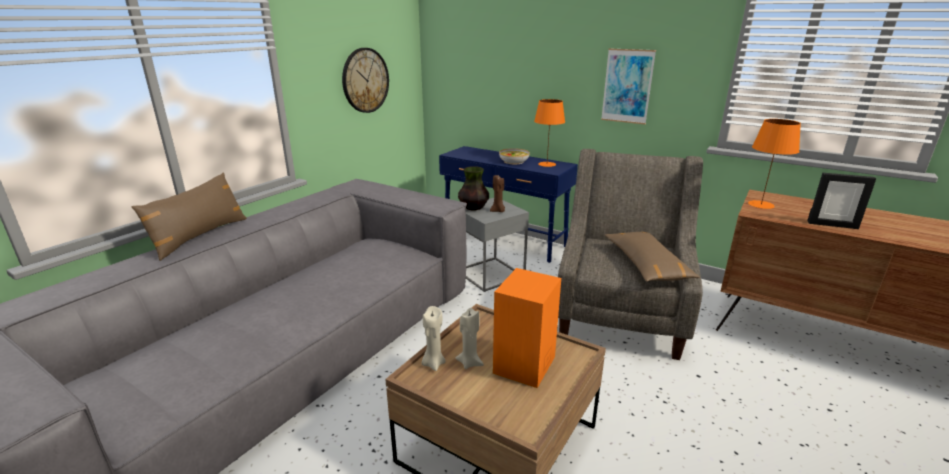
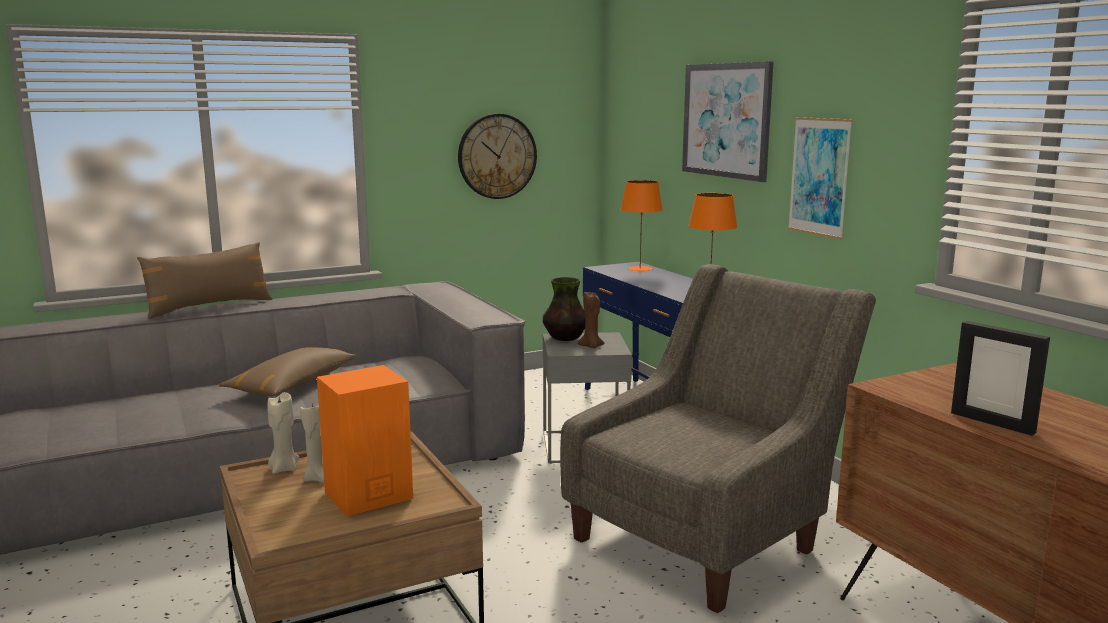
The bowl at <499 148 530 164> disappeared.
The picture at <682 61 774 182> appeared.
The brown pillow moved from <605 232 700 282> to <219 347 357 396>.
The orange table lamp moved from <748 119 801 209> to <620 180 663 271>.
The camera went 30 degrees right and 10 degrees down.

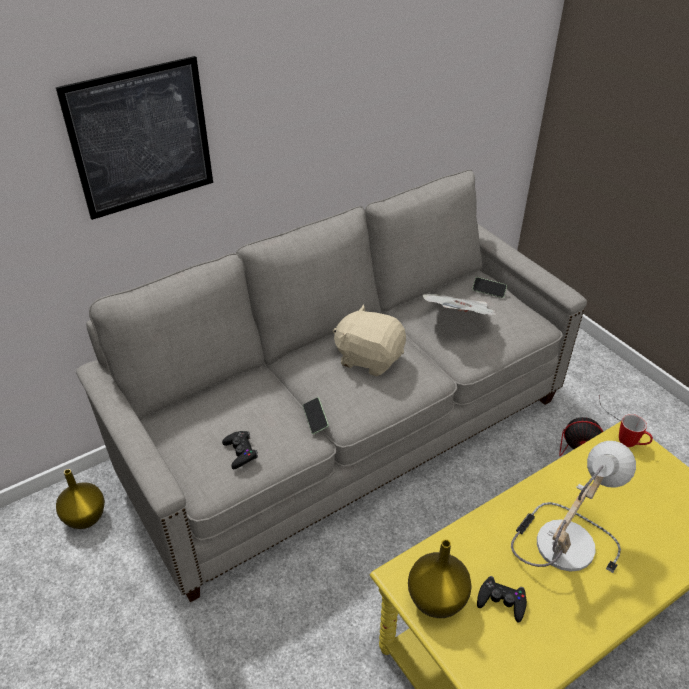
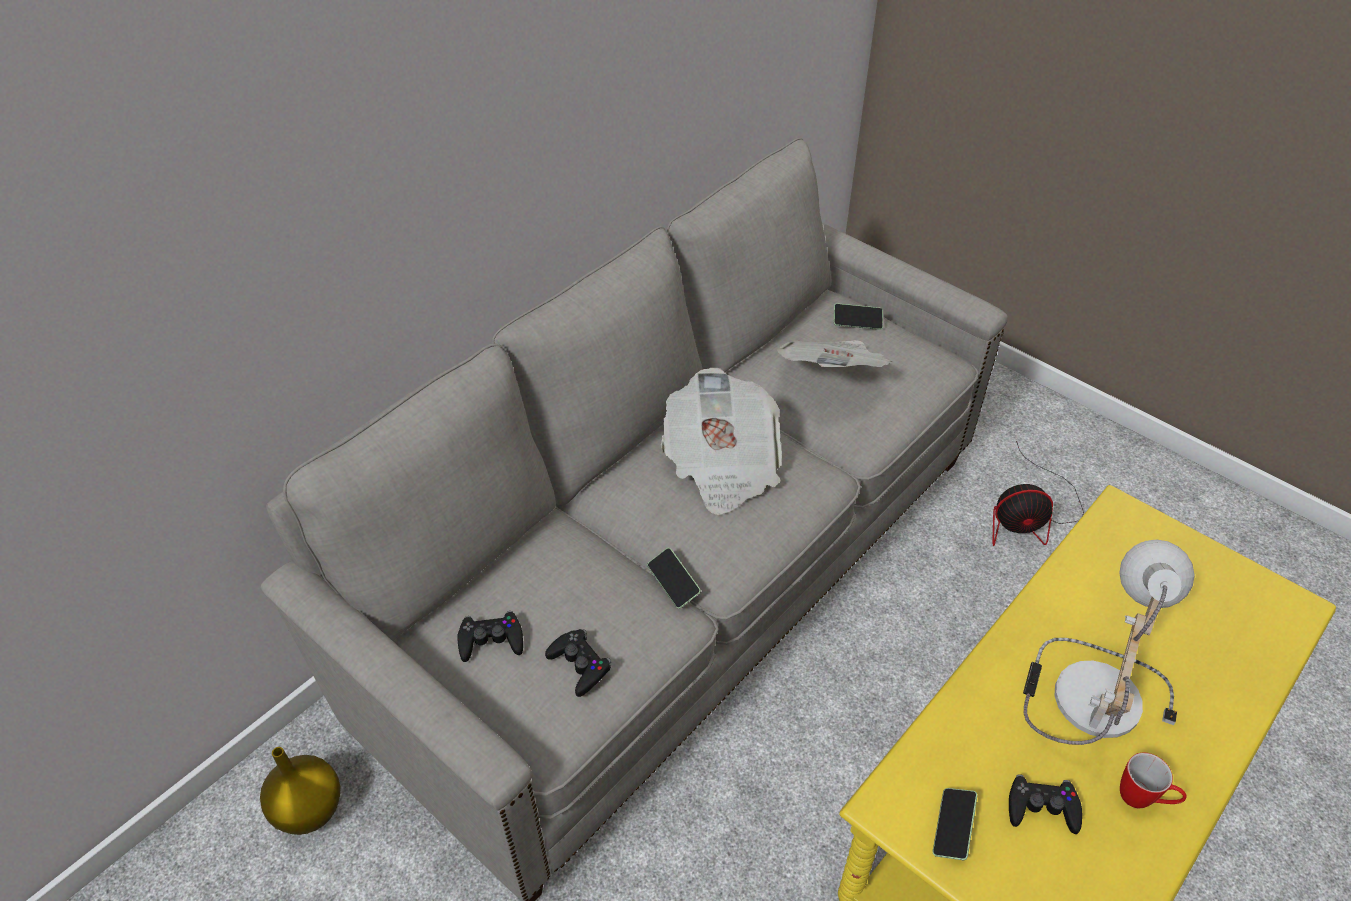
The picture at <56 56 213 220> disappeared.
The black game controller at <458 611 523 662> appeared.
The mug moved from <619 414 653 447> to <1120 753 1186 808>.
The beige plush toy at <333 304 406 376> was replaced by the newspaper at <661 368 782 515>.
The yellow vase at <408 539 472 618> was replaced by the phone at <933 788 977 860>.
The camera went 15 degrees left and 5 degrees up.

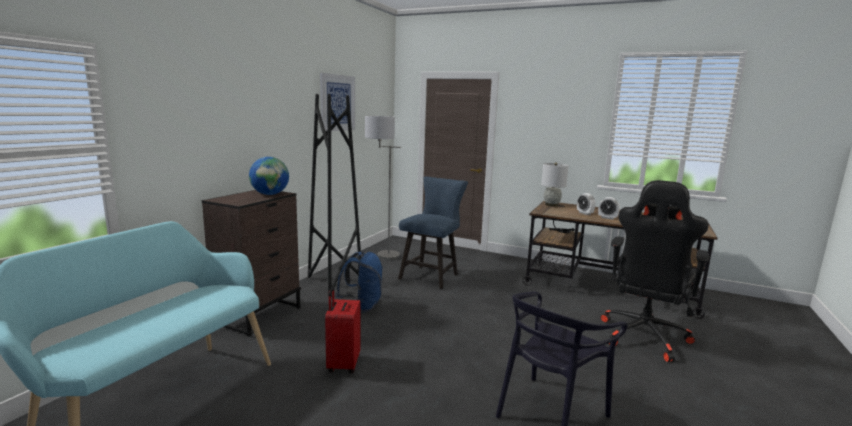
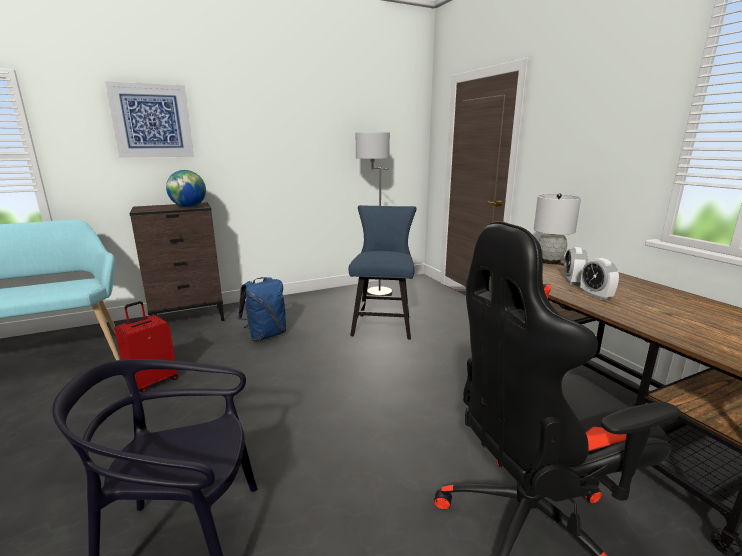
The black clothes rack at <308 94 361 295> disappeared.
The picture moved from <320 73 355 132> to <105 81 194 158>.
The blue chair at <398 176 468 289> turned 60 degrees counterclockwise.
The camera went 40 degrees right and 5 degrees up.

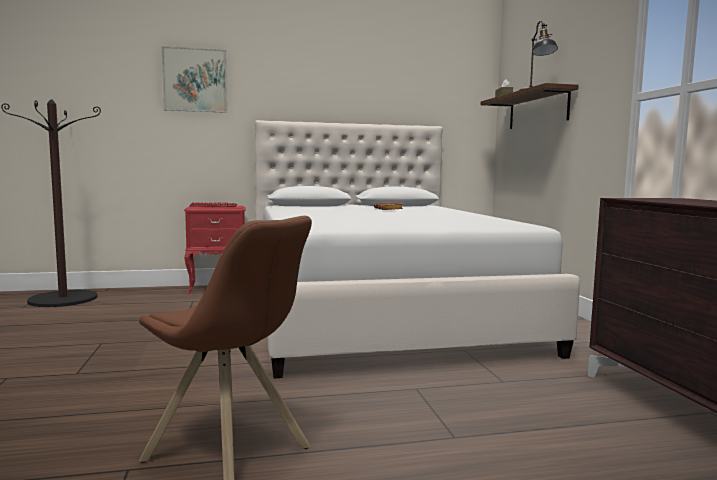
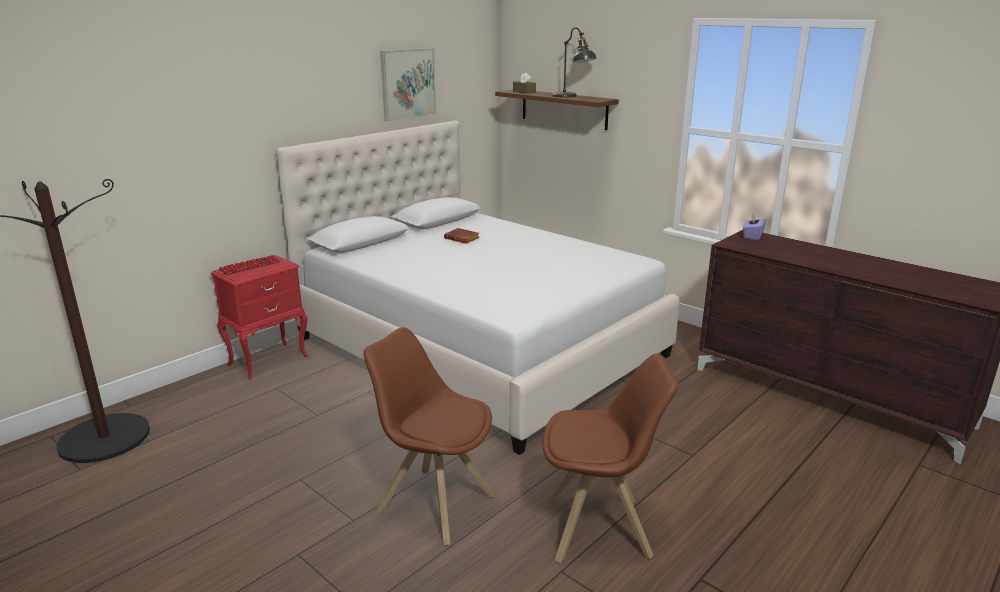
The brown chair at <363 327 495 546> appeared.
The purple tissue box at <743 214 766 240> appeared.
The picture moved from <162 46 227 113> to <380 48 436 121>.
The camera went 35 degrees left and 15 degrees up.

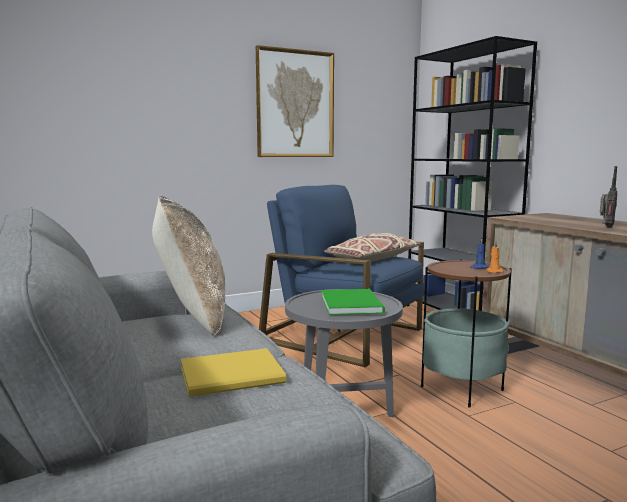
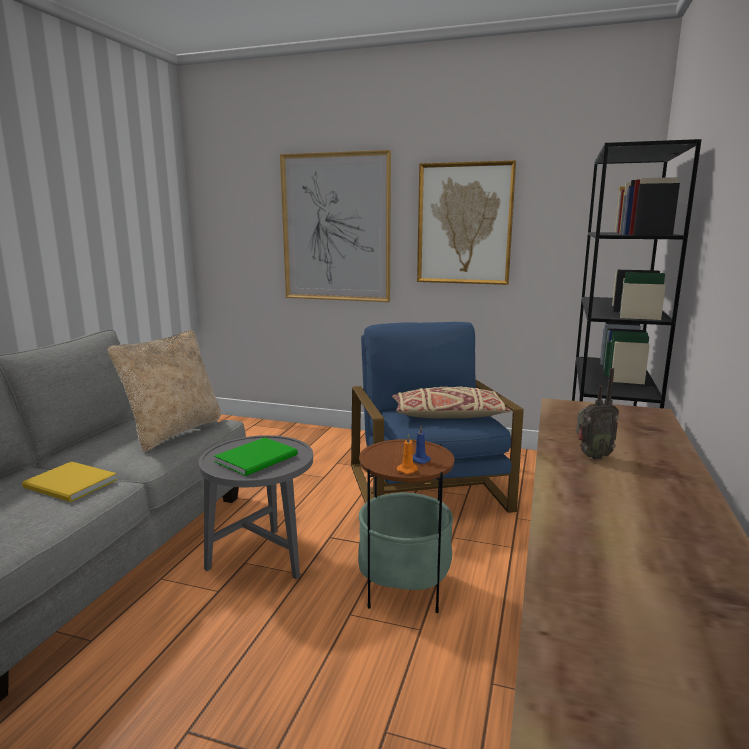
The picture at <280 150 391 302> appeared.
The camera went 45 degrees right and 5 degrees up.

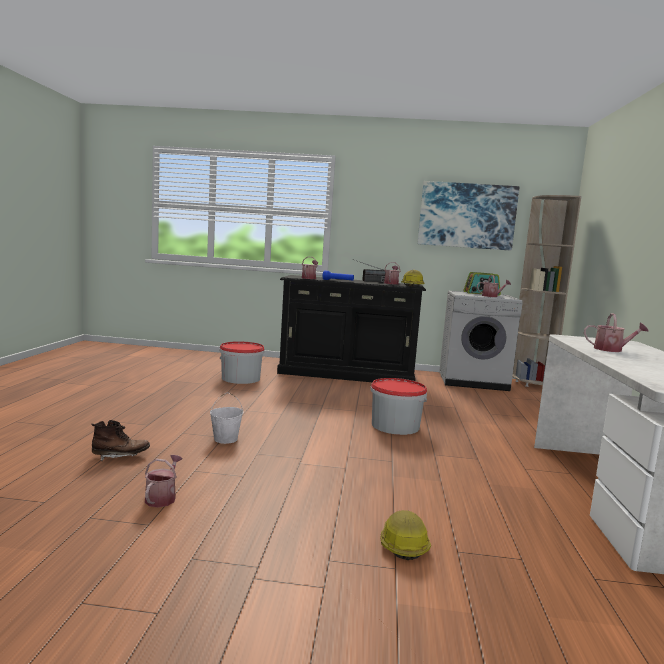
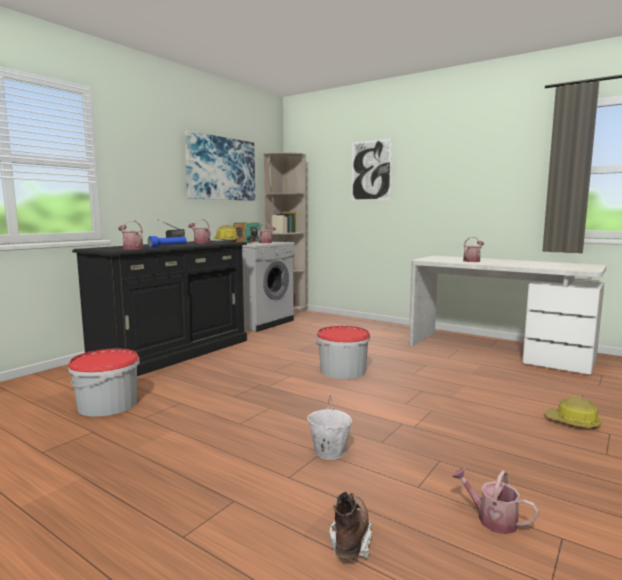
The picture at <352 138 392 201> appeared.
The camera went 60 degrees left and 0 degrees up.

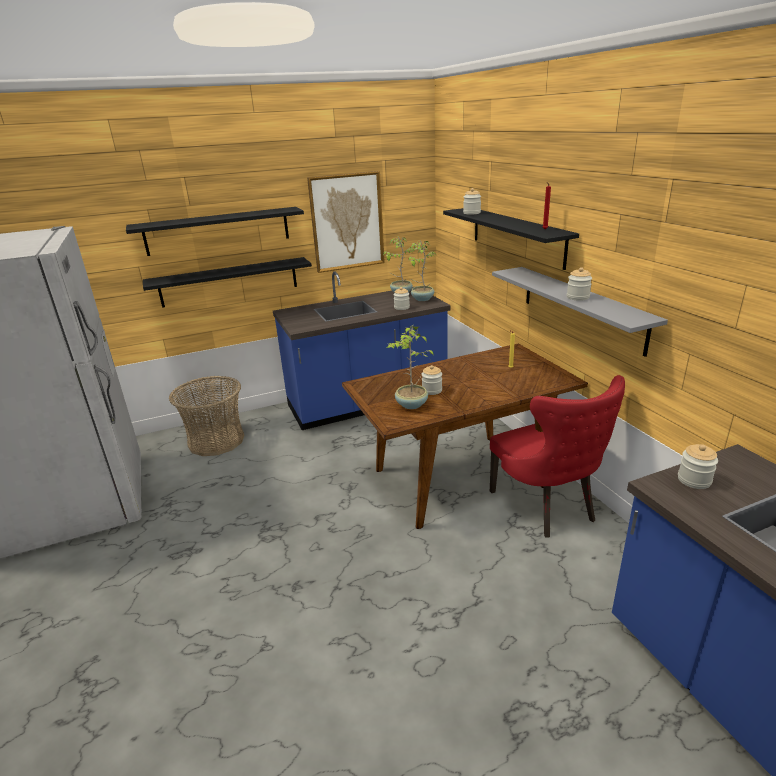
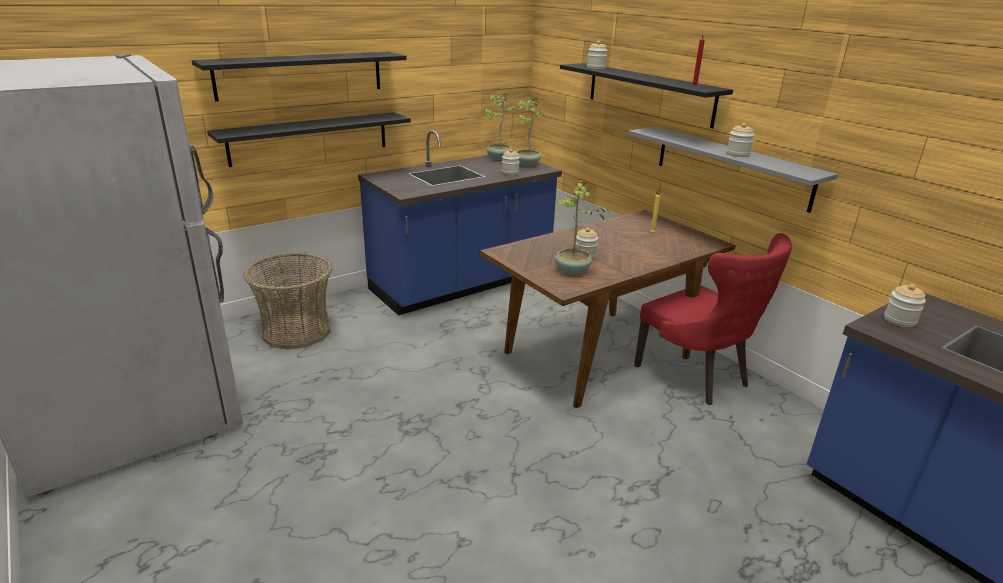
The picture at <307 171 385 273> disappeared.
The camera went 15 degrees left and 0 degrees up.

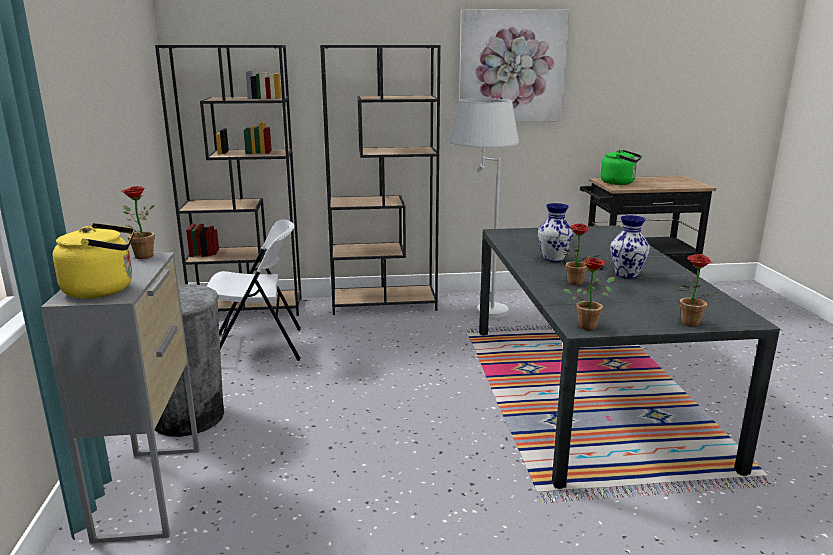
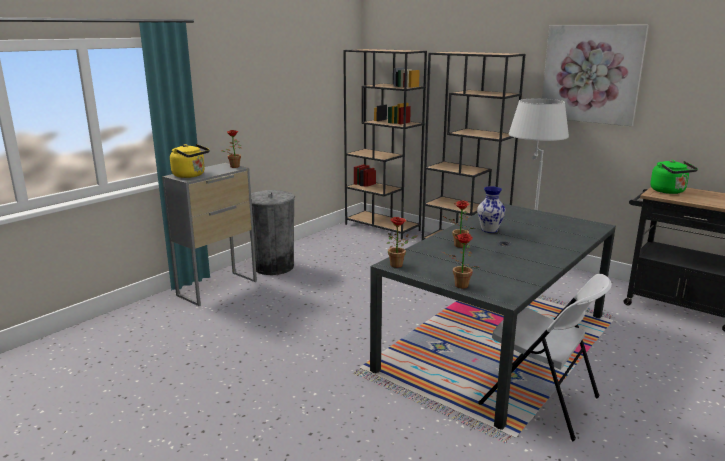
The vase at <610 215 650 278> disappeared.
The white chair moved from <207 219 301 361> to <478 274 612 441>.
The camera went 45 degrees right and 0 degrees up.

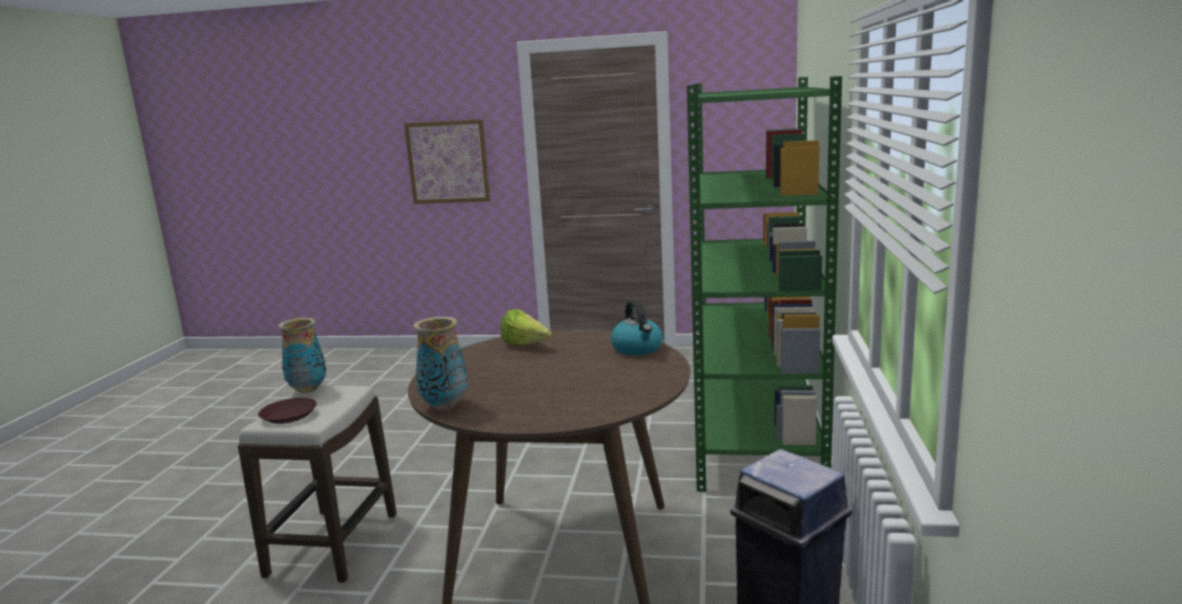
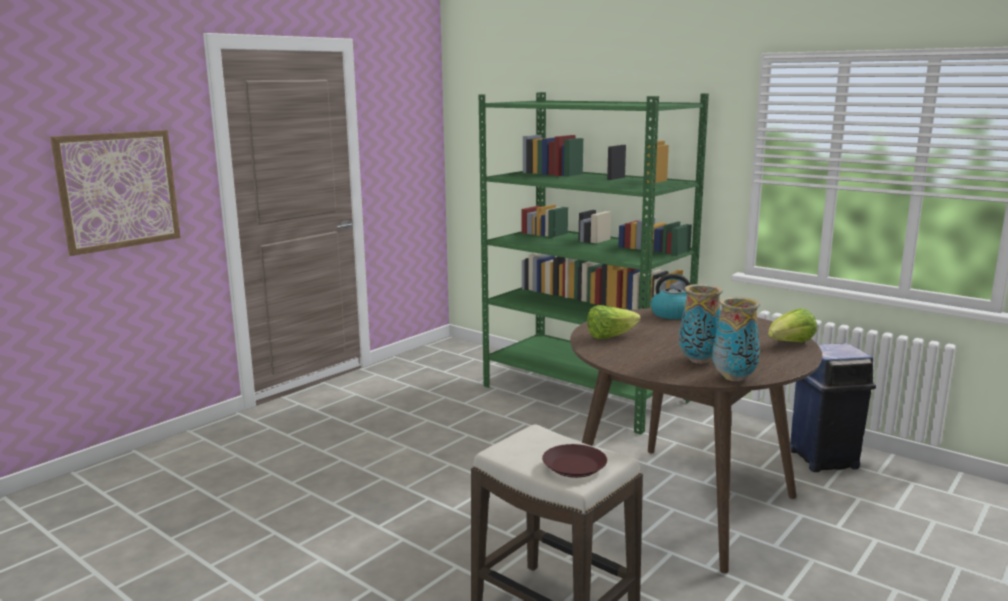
The lettuce at <768 308 817 342> appeared.
The vase moved from <278 318 326 393> to <679 284 723 364>.
The camera went 60 degrees left and 0 degrees up.

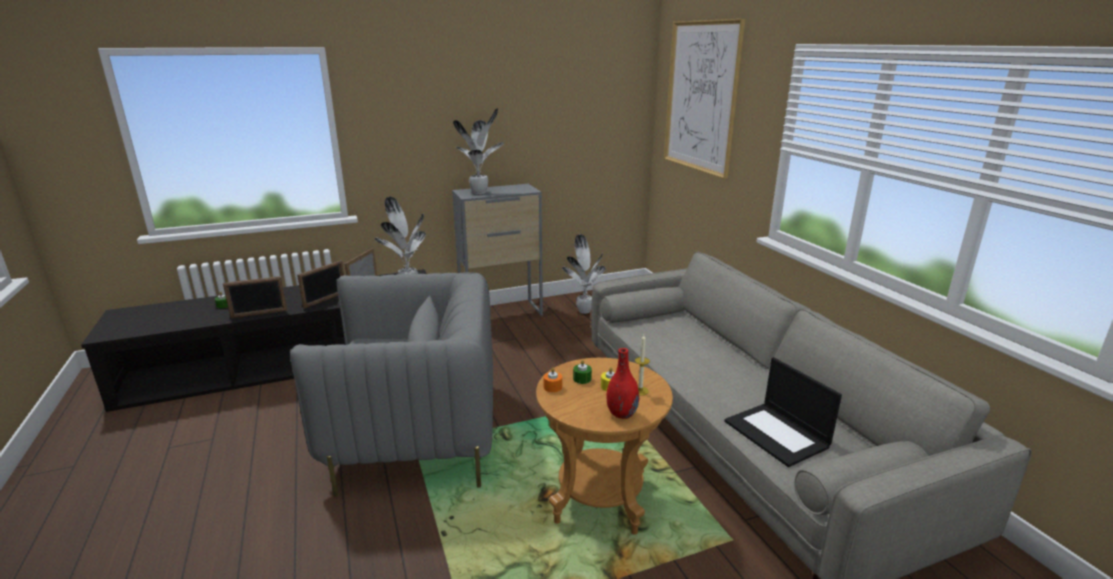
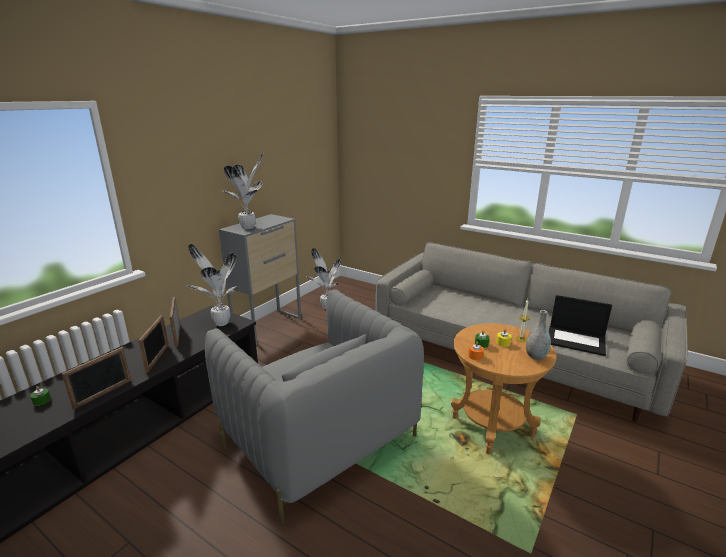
The picture at <664 19 745 179> disappeared.
The red vase at <607 348 639 419> became the grey vase at <526 310 551 360>.
The grey armchair at <290 273 493 497> turned 90 degrees clockwise.
The camera went 35 degrees left and 0 degrees up.

